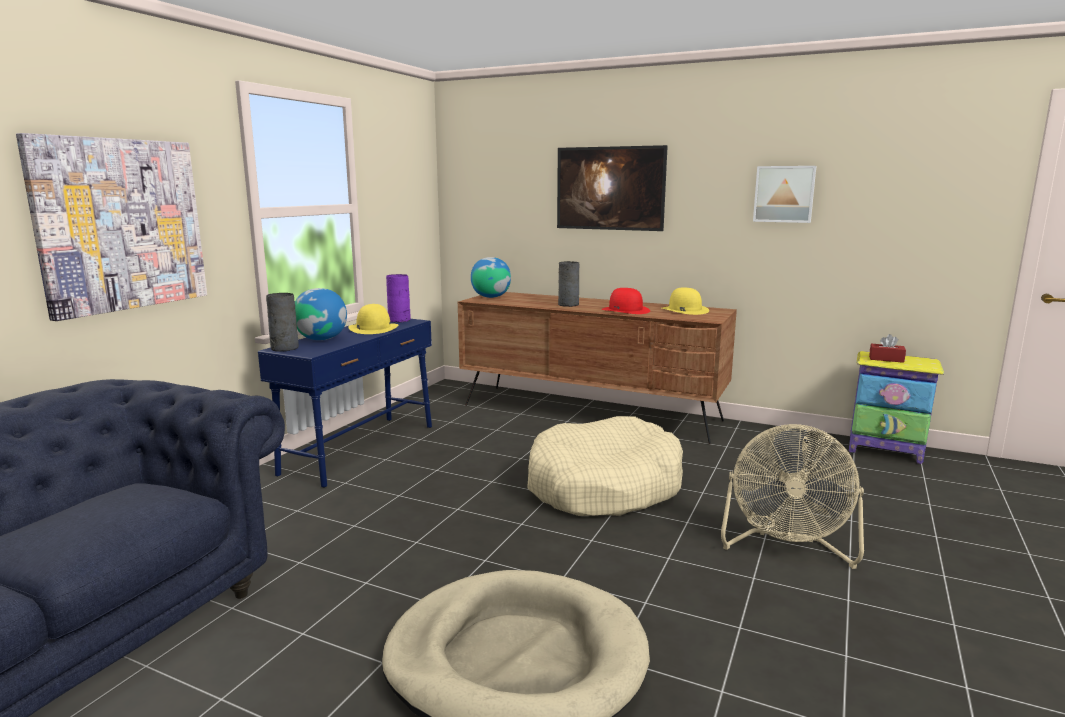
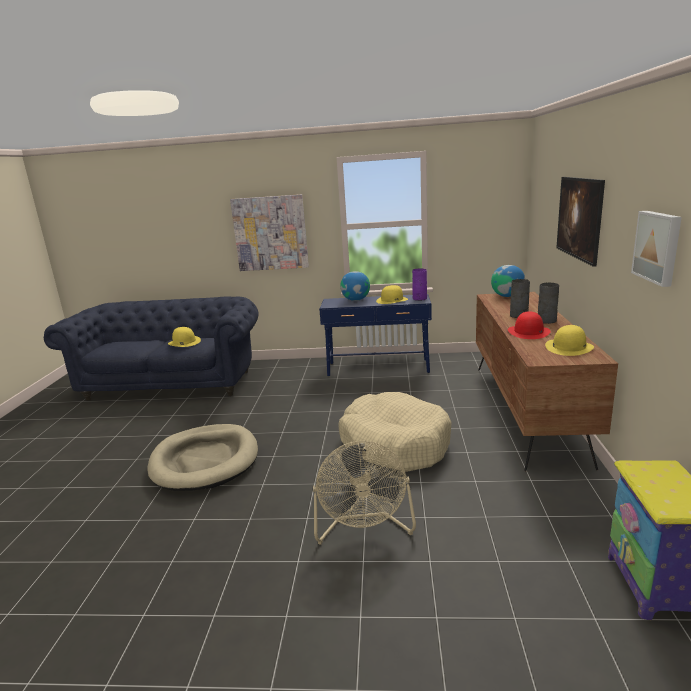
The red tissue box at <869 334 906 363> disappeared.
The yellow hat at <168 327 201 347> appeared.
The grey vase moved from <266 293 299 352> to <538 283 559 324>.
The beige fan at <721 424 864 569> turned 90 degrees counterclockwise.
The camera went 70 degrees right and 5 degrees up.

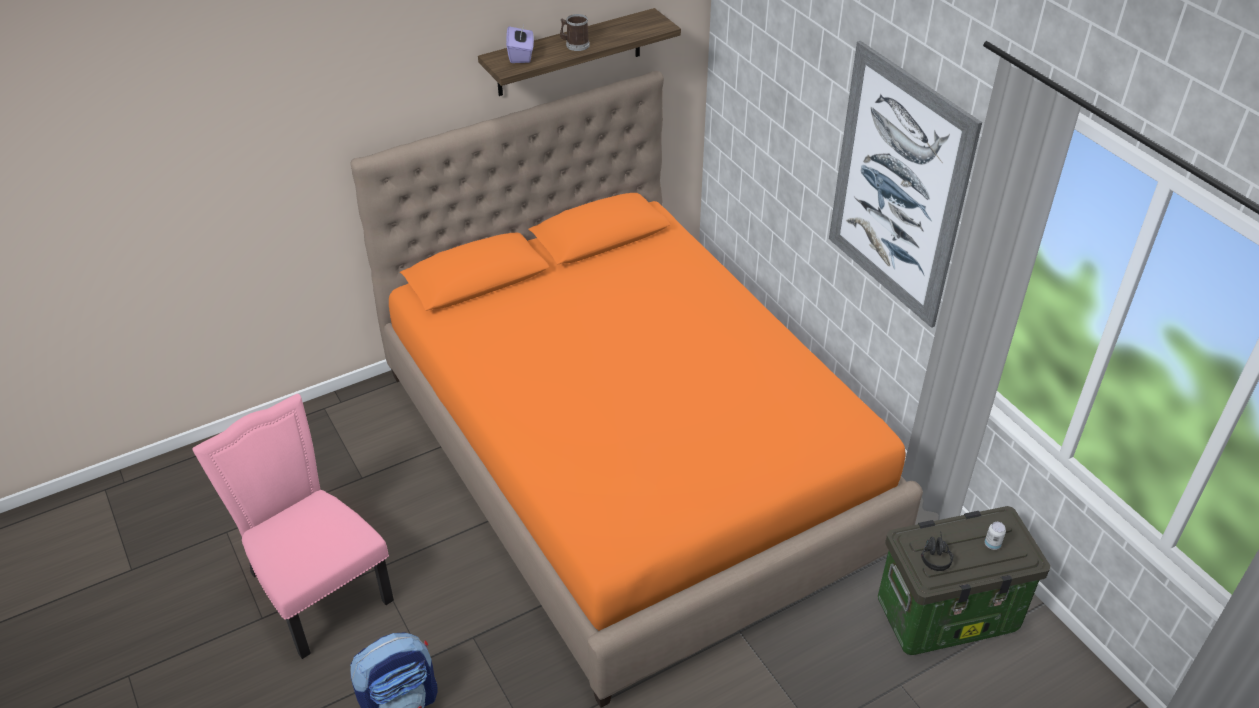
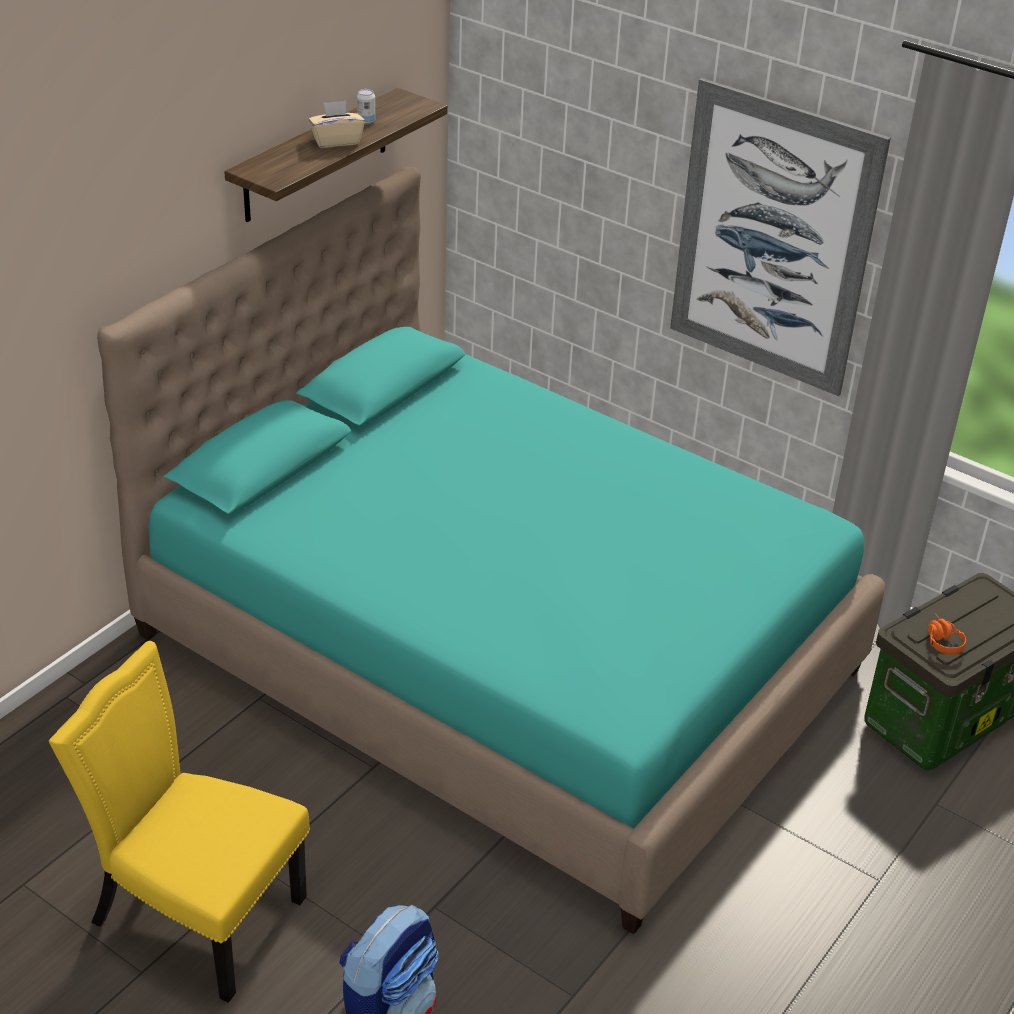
The purple tissue box at <506 25 534 63> disappeared.
The can moved from <985 522 1006 550> to <357 89 375 124>.
The mug at <560 14 590 51> was replaced by the beige tissue box at <308 101 365 148>.
The pink chair at <192 394 394 659> became the yellow chair at <49 641 310 1003>.
The orange bed at <351 71 923 708> became the turquoise bed at <97 167 885 935>.
The black headphones at <921 531 954 571> became the orange headphones at <928 613 966 655>.
The camera went 25 degrees left and 5 degrees down.

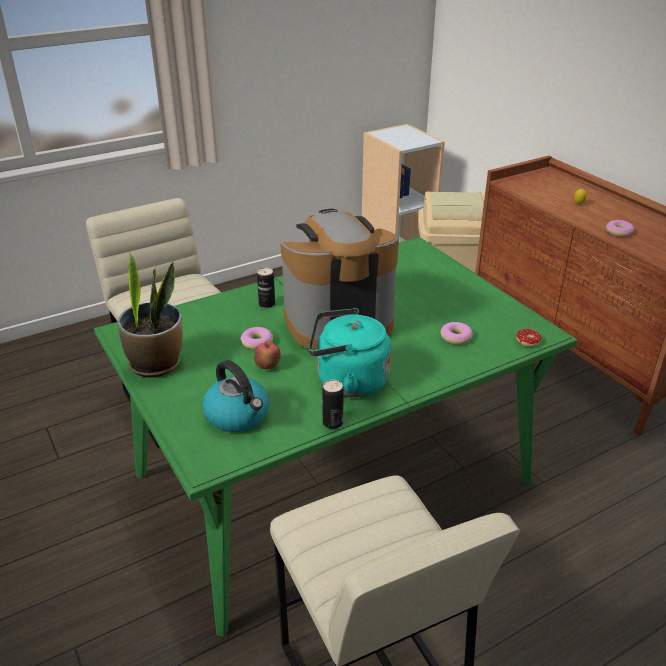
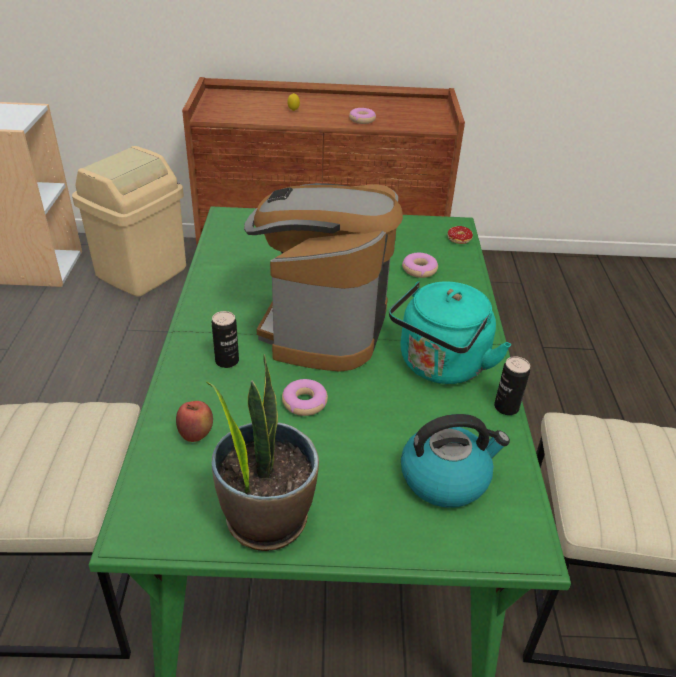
The apple moved from <254 342 281 369> to <176 401 213 442>.
The camera went 60 degrees left and 5 degrees up.

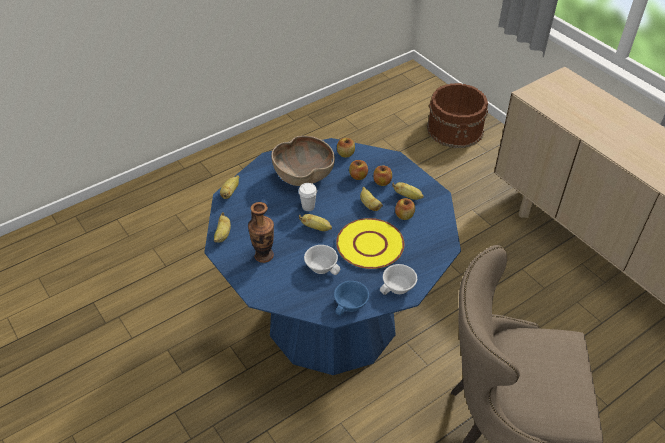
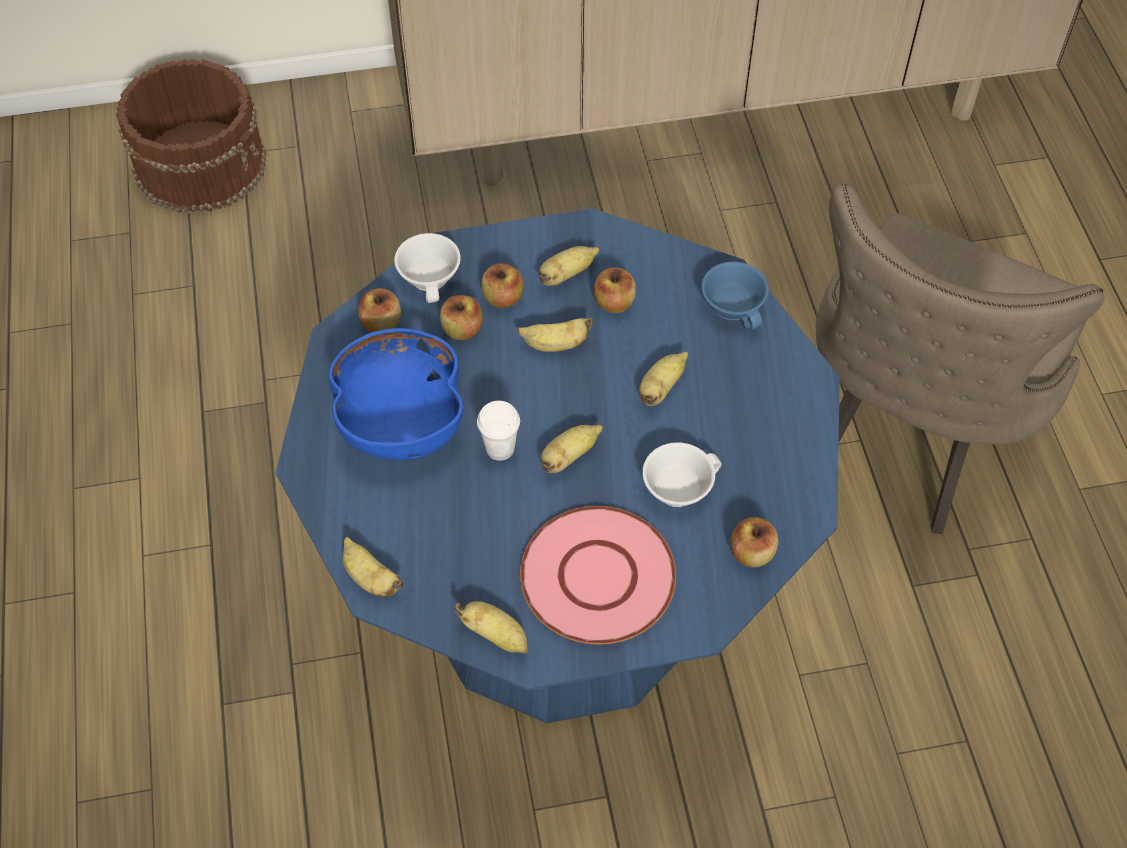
The apple at <730 517 778 567> appeared.
The blue cup moved from <334 281 369 316> to <702 262 769 331>.
The white cup moved from <380 264 417 295> to <394 233 461 303>.
The vase at <248 202 274 263> was replaced by the pink plate at <520 506 676 644>.
The yellow plate at <336 218 404 269> was replaced by the banana at <639 351 688 406>.
The brown bowl at <271 136 335 186> became the blue bowl at <329 328 463 460>.
The camera went 65 degrees left and 10 degrees up.

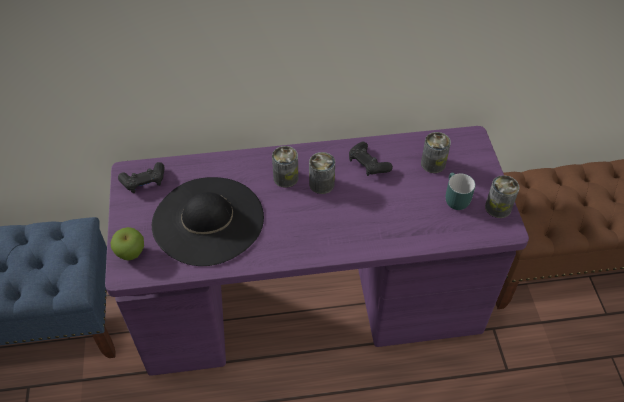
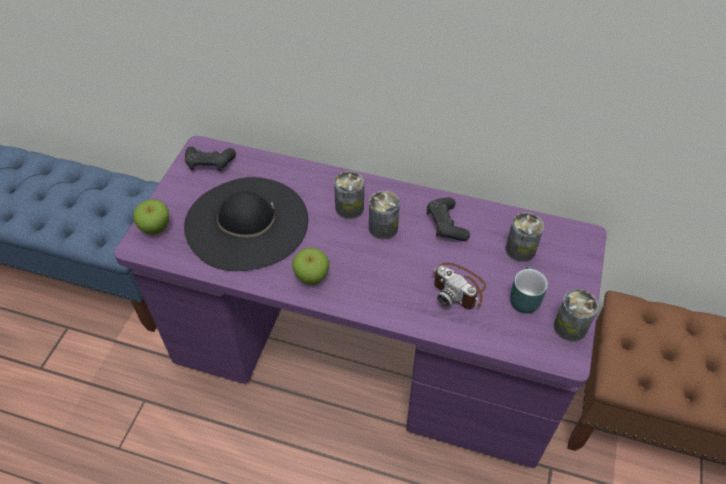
The apple at <292 248 329 285> appeared.
The photo camera at <433 262 486 309> appeared.
The camera went 25 degrees right and 0 degrees up.

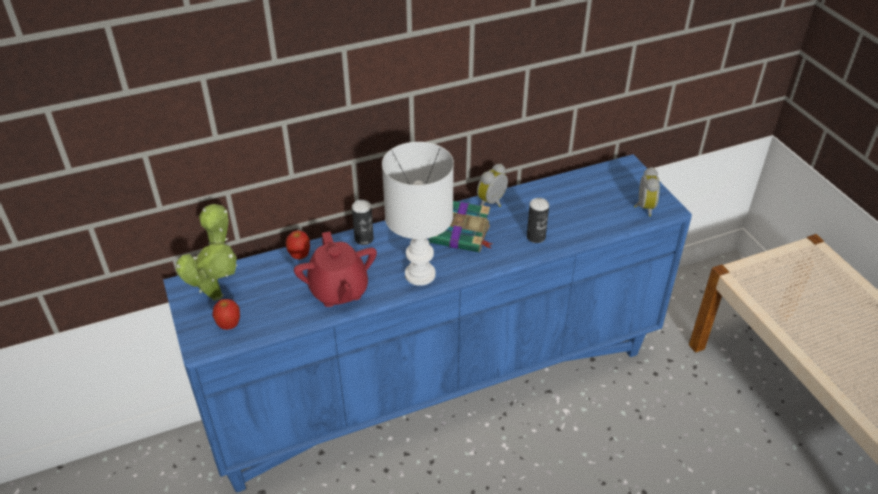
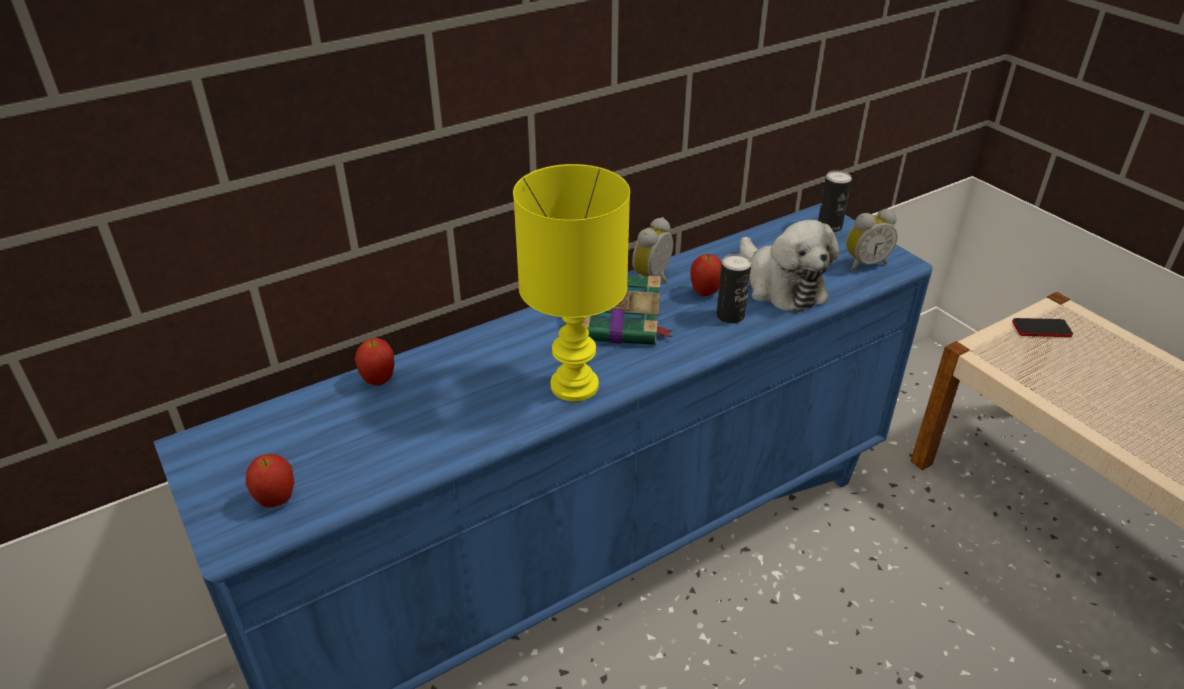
The potted plant at <176 204 237 301> disappeared.
The red teapot at <294 232 377 307> disappeared.
The apple at <691 254 722 296> appeared.
The plush toy at <740 220 839 312> appeared.
The phone at <1012 318 1073 337> appeared.
The can moved from <352 200 374 245> to <818 170 852 232>.
The white table lamp at <382 142 454 286> became the yellow table lamp at <513 164 630 402>.
The alarm clock at <634 167 660 217> turned 75 degrees clockwise.
The camera went 10 degrees left and 5 degrees down.

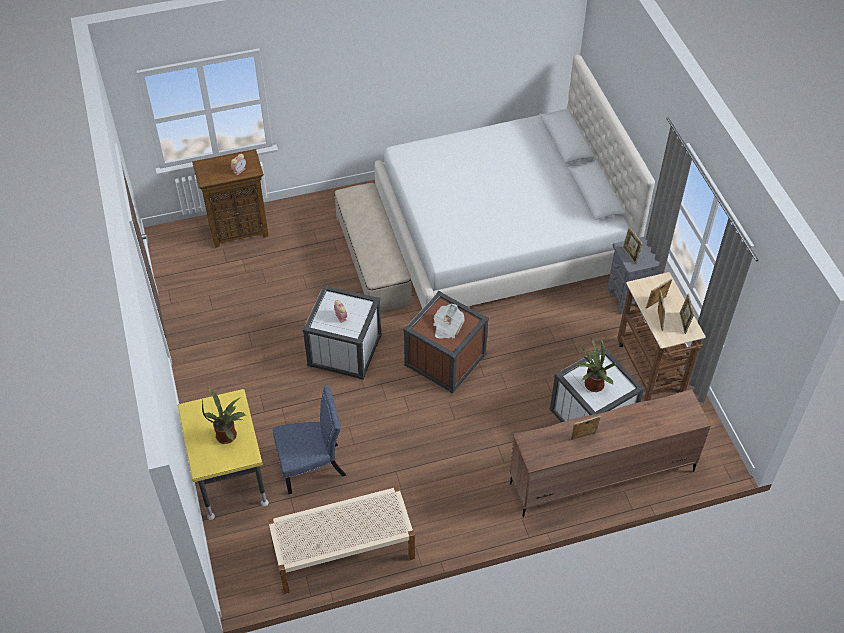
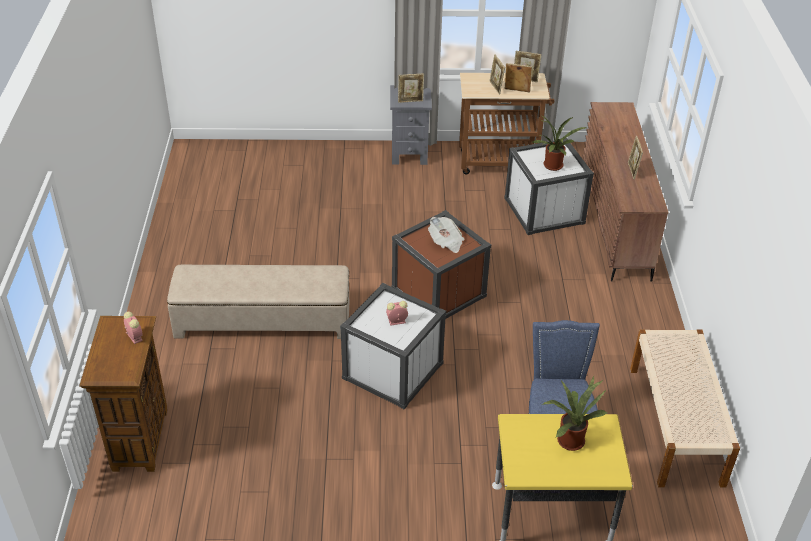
The white bed at <375 54 655 309> disappeared.
The camera went 75 degrees left and 10 degrees down.

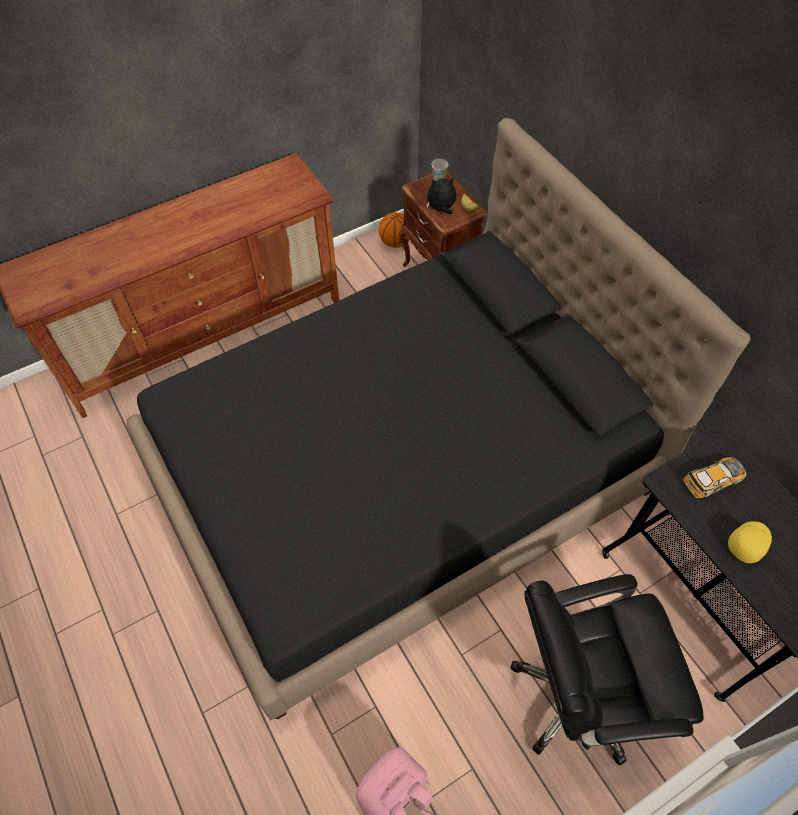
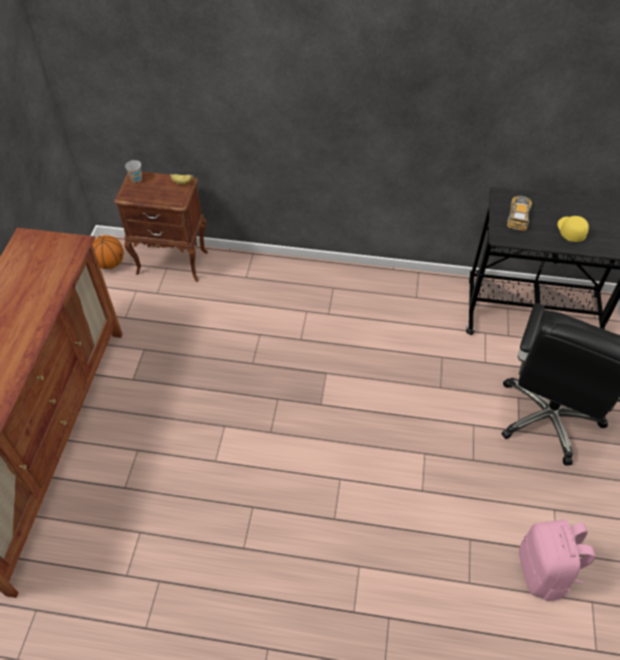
The black bed at <126 118 750 720> disappeared.
The plush toy at <426 177 456 214> disappeared.
The camera went 50 degrees left and 5 degrees down.

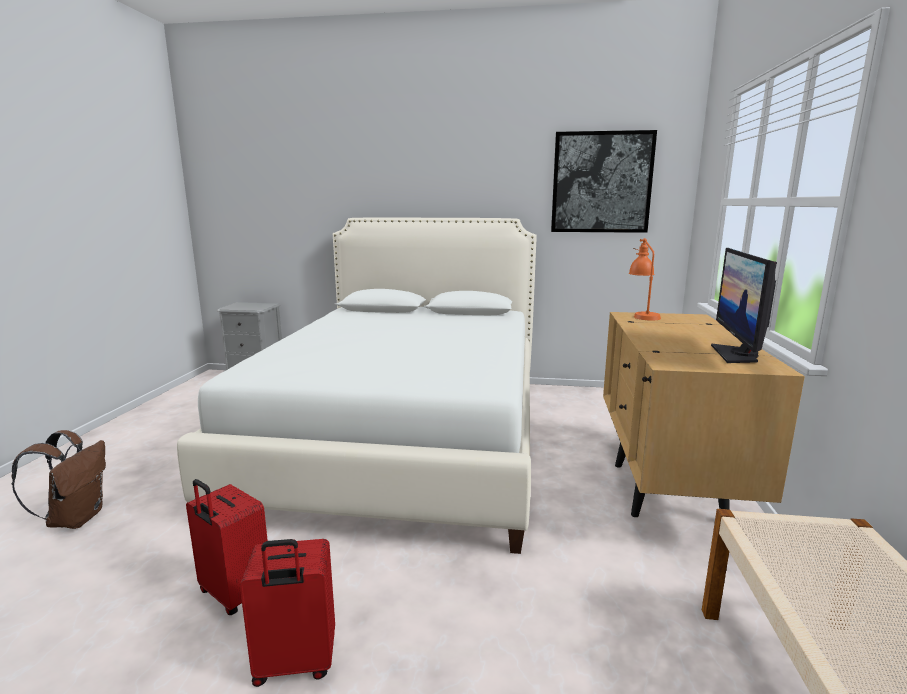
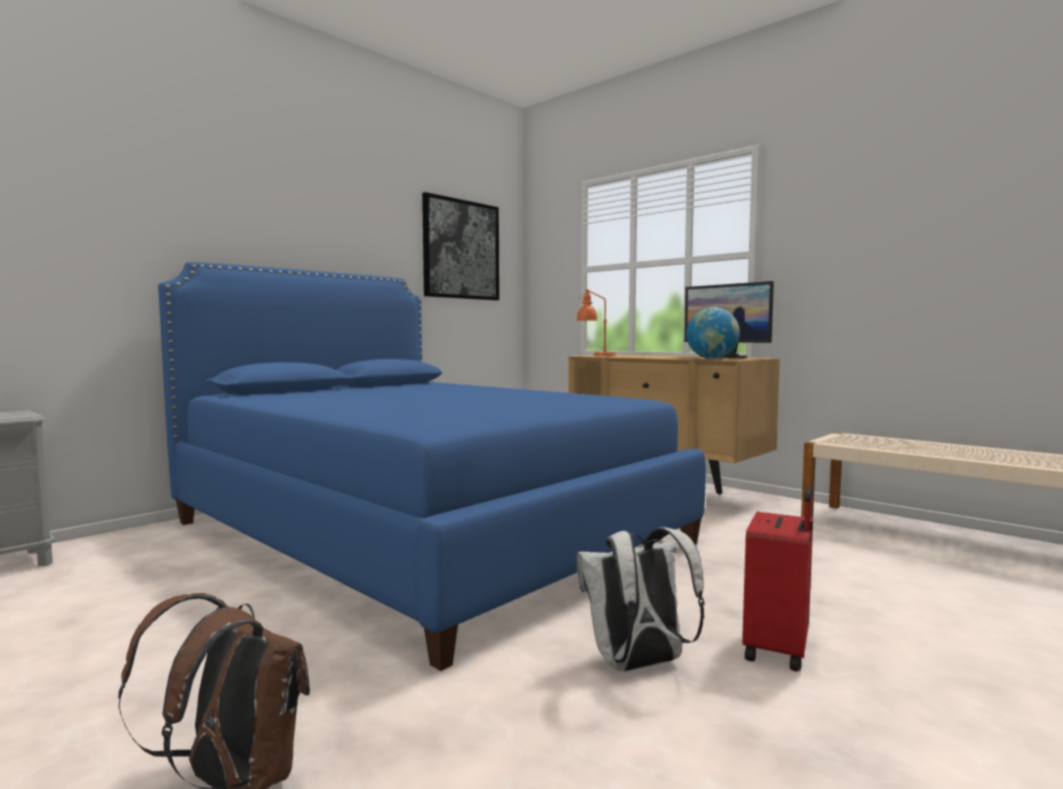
The globe at <686 307 740 359> appeared.
The red suitcase at <186 479 268 615> was replaced by the white backpack at <576 527 704 672>.
The white bed at <177 218 537 554> became the blue bed at <158 262 706 671>.
The camera went 55 degrees left and 10 degrees down.

